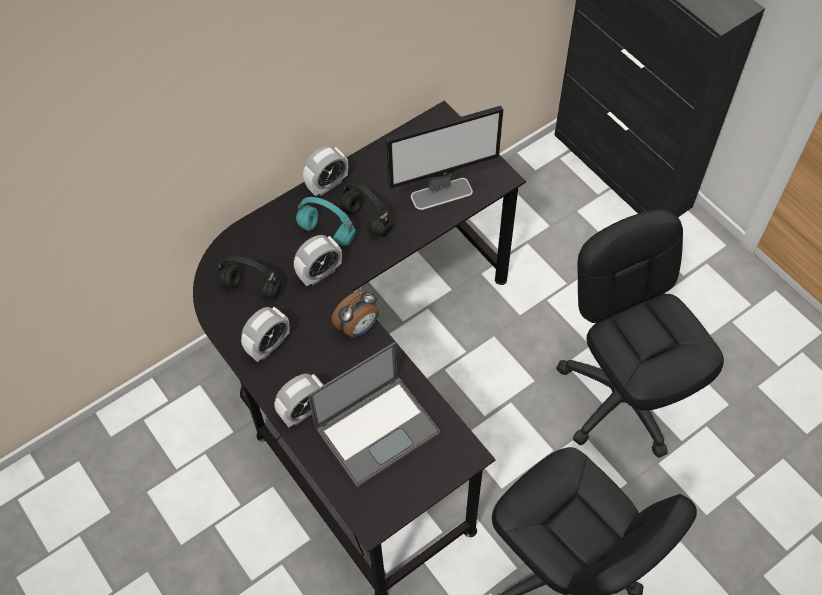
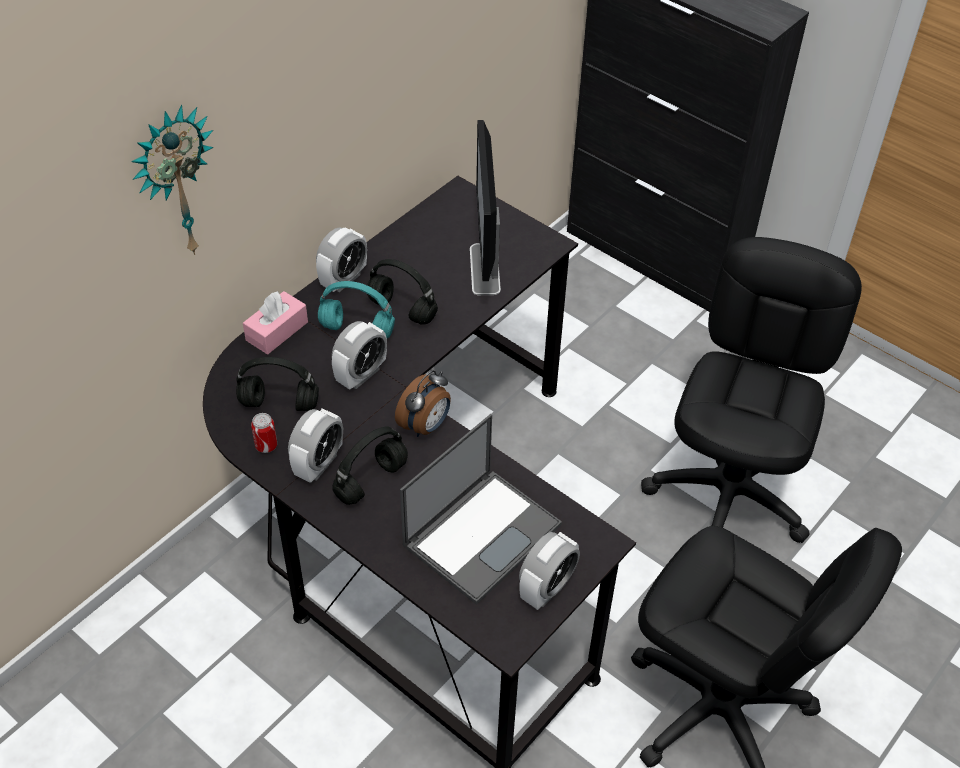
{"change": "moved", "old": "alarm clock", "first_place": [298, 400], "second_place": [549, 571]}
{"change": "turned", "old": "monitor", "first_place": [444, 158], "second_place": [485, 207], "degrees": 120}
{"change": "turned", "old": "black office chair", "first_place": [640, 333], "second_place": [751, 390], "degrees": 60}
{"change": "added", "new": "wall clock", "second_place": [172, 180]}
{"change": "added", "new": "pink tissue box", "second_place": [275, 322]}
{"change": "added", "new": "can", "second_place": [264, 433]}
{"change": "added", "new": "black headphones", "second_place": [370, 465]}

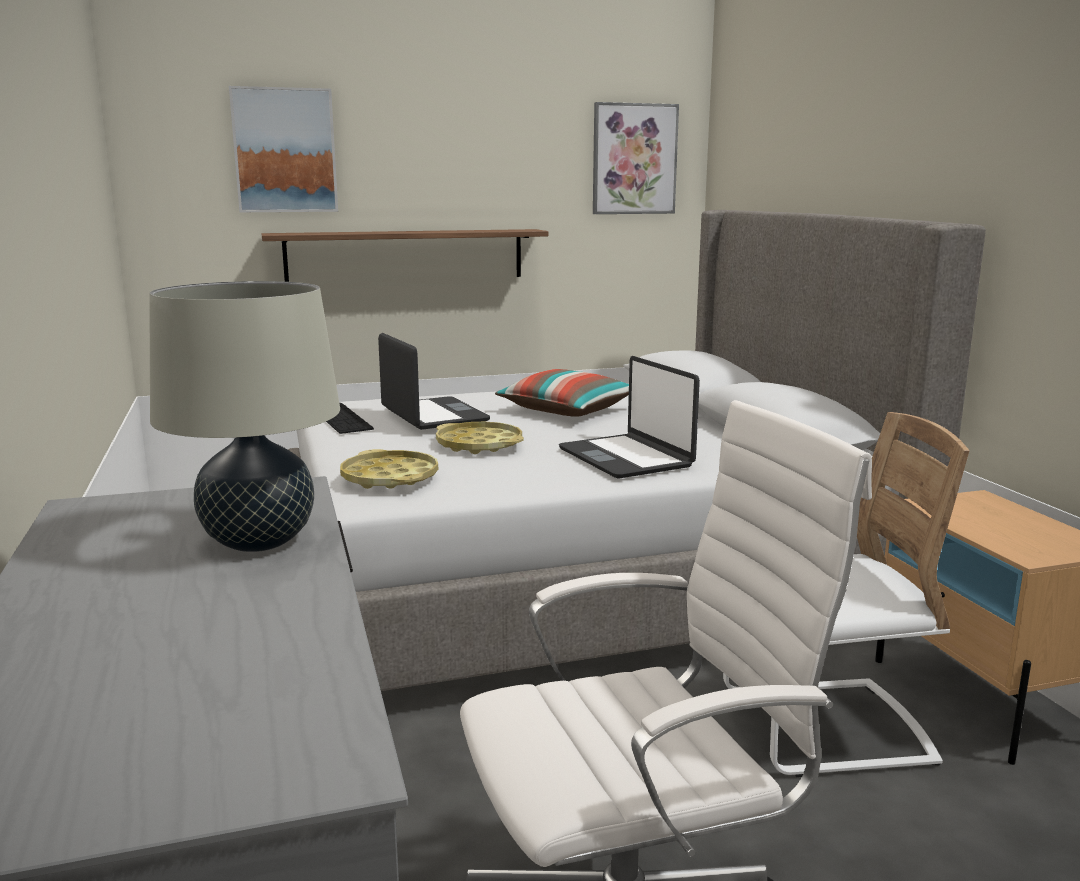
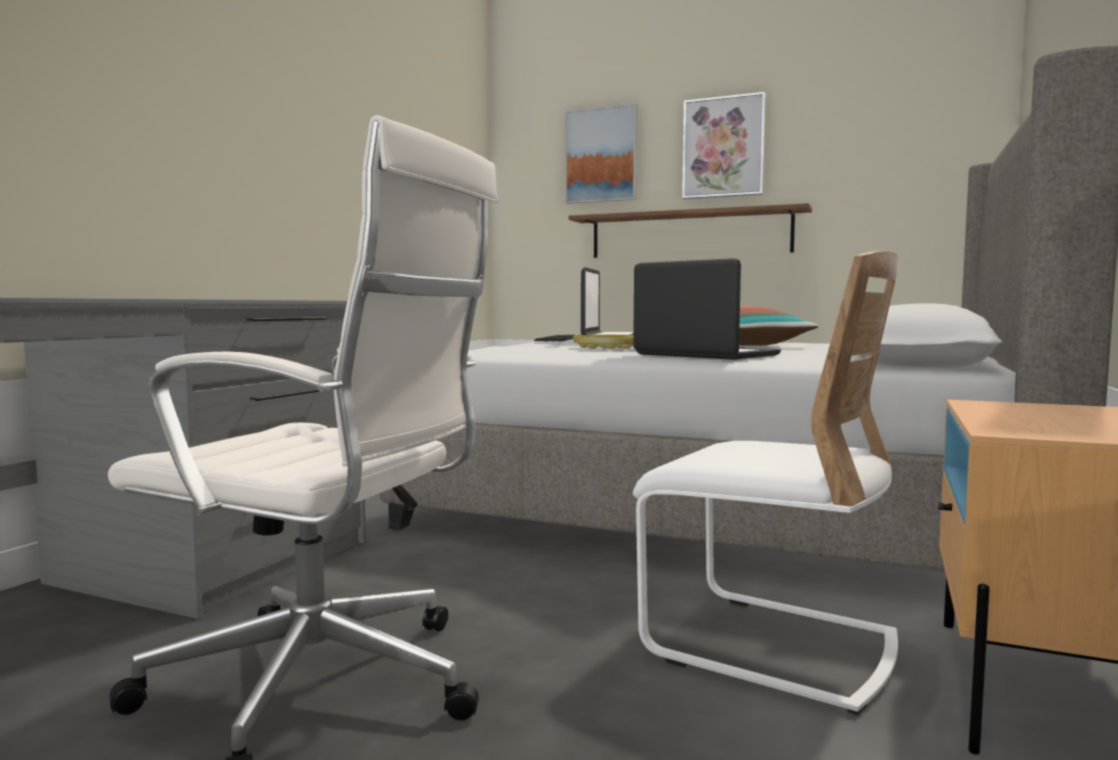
{"change": "removed", "old": "beige table lamp", "first_place": [244, 416]}
{"change": "removed", "old": "yellow tray", "first_place": [389, 469]}
{"change": "turned", "old": "laptop", "first_place": [629, 417], "second_place": [707, 309], "degrees": 120}
{"change": "moved", "old": "picture", "first_place": [636, 158], "second_place": [724, 145]}

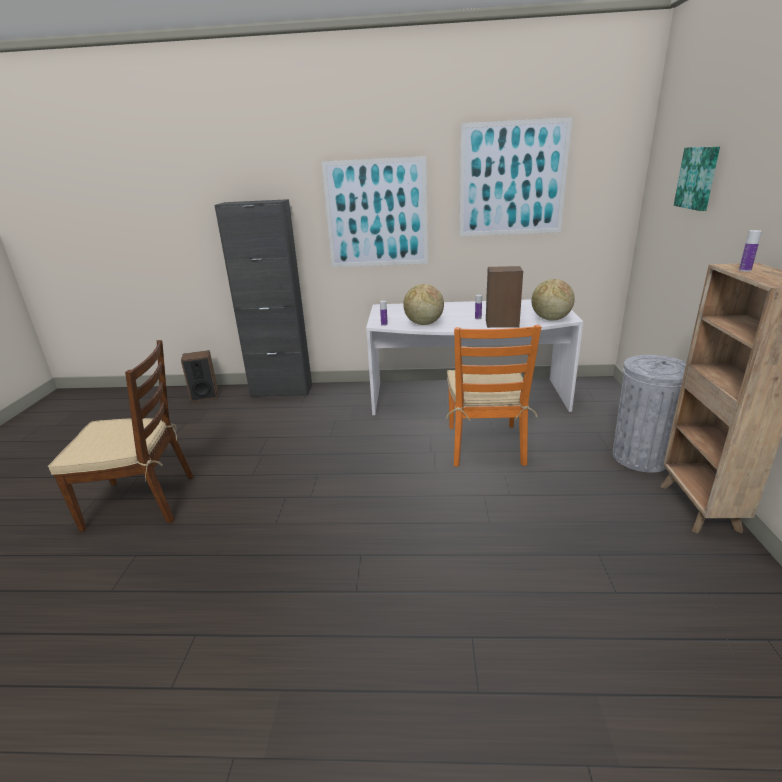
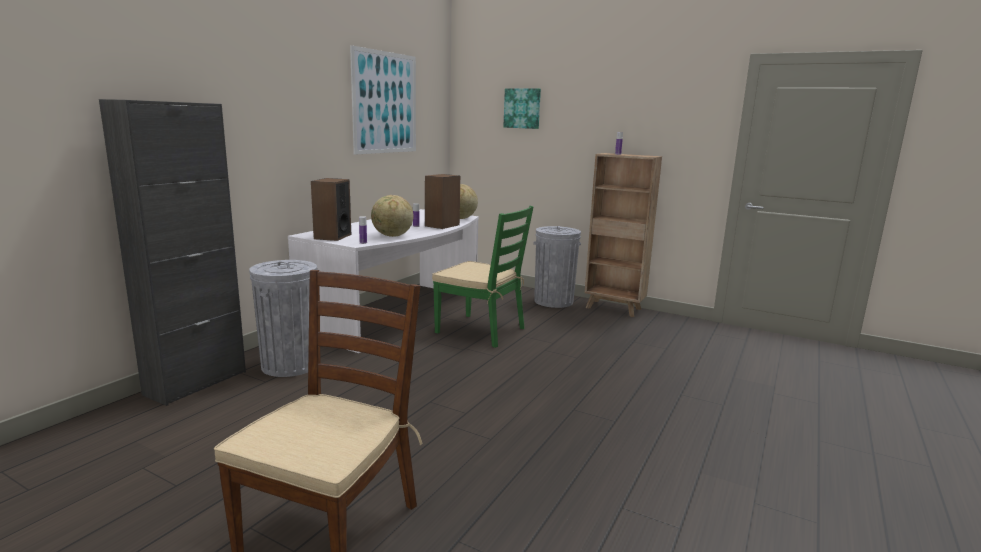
{"change": "moved", "old": "speaker", "first_place": [199, 376], "second_place": [331, 209]}
{"change": "removed", "old": "picture", "first_place": [375, 211]}
{"change": "recoloured", "old": "orange chair", "new": "green chair", "first_place": [493, 396], "second_place": [483, 277]}
{"change": "added", "new": "grey trash can", "second_place": [283, 318]}

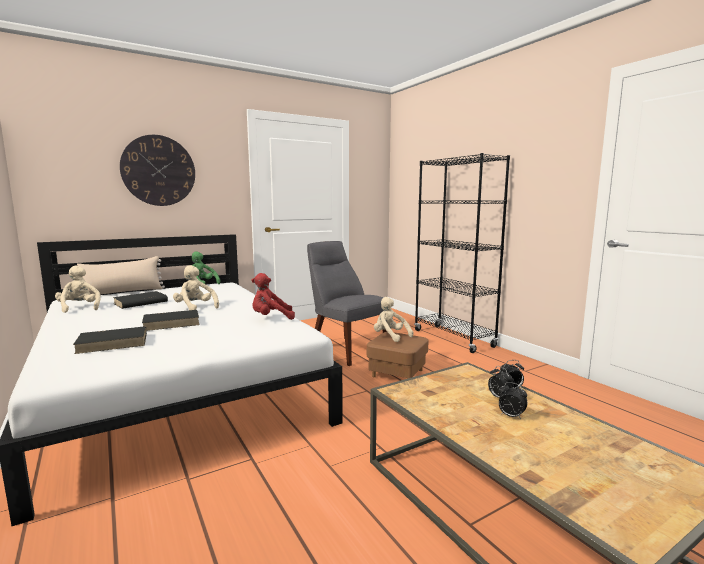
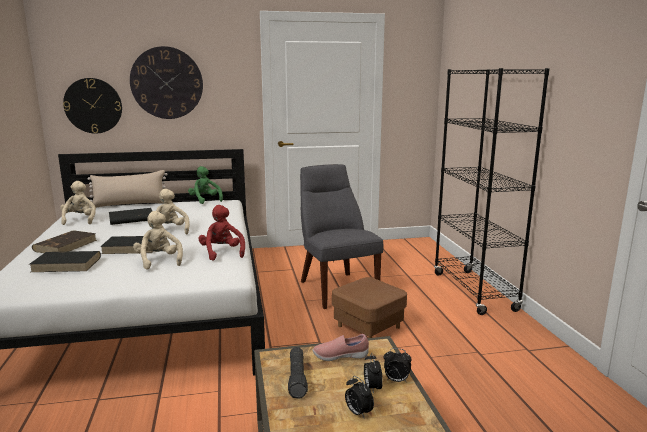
{"change": "turned", "old": "red plush toy", "first_place": [273, 296], "second_place": [222, 233], "degrees": 60}
{"change": "moved", "old": "beige plush toy", "first_place": [393, 319], "second_place": [158, 240]}
{"change": "added", "new": "brown book", "second_place": [64, 241]}
{"change": "added", "new": "wall clock", "second_place": [92, 106]}
{"change": "added", "new": "black flashlight", "second_place": [298, 373]}
{"change": "added", "new": "pink shoe", "second_place": [340, 347]}

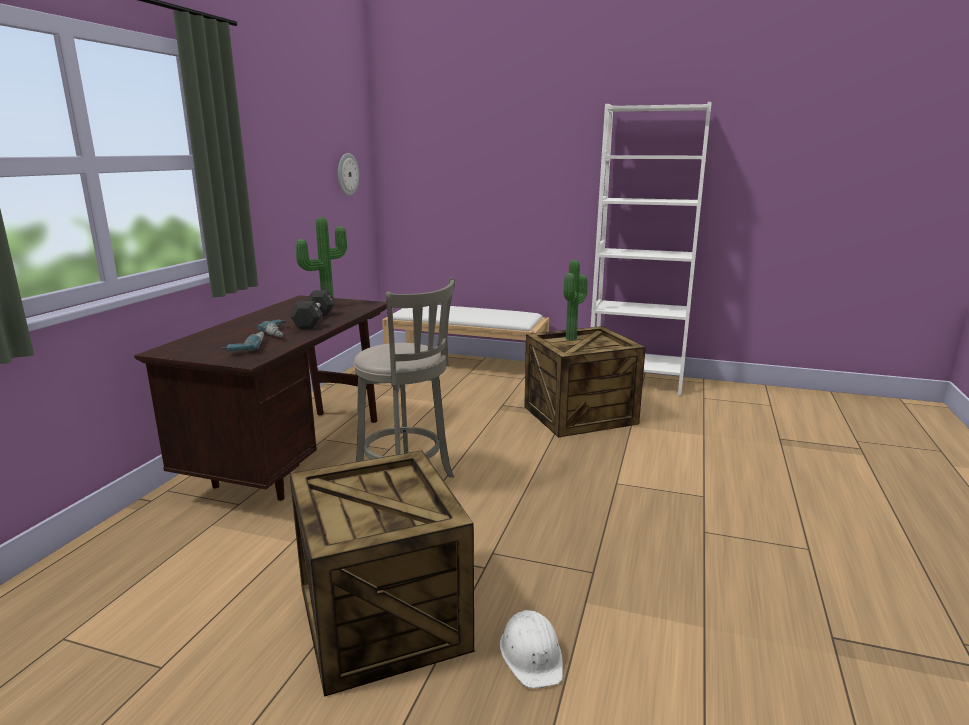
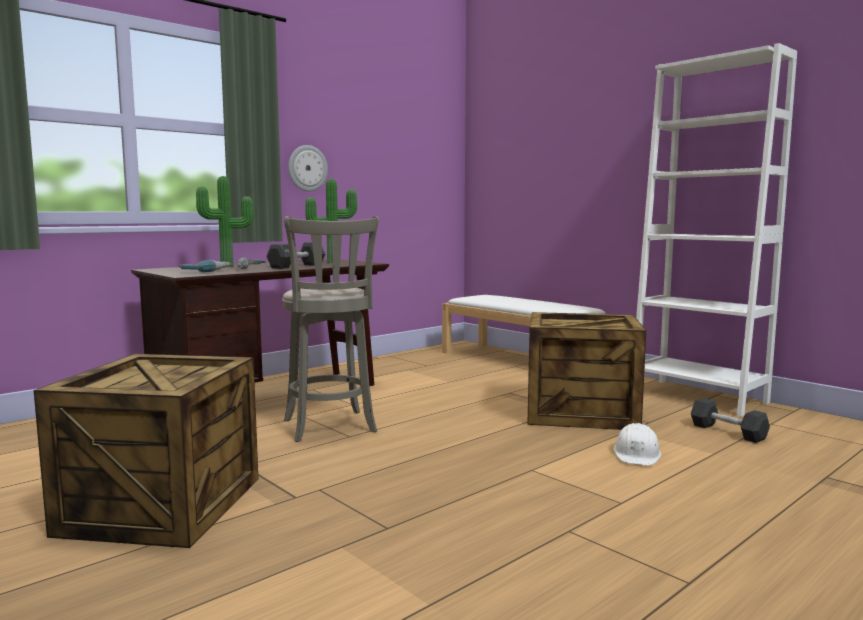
{"change": "moved", "old": "wall clock", "first_place": [348, 174], "second_place": [308, 168]}
{"change": "moved", "old": "white hard hat", "first_place": [531, 649], "second_place": [637, 444]}
{"change": "moved", "old": "potted plant", "first_place": [575, 300], "second_place": [225, 221]}
{"change": "added", "new": "black dumbbell", "second_place": [730, 420]}

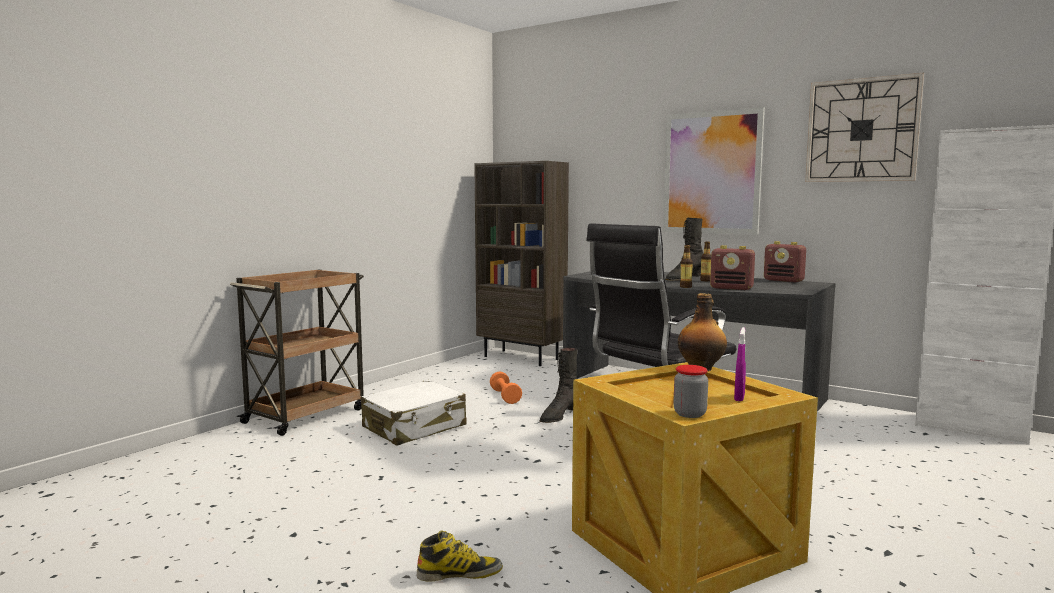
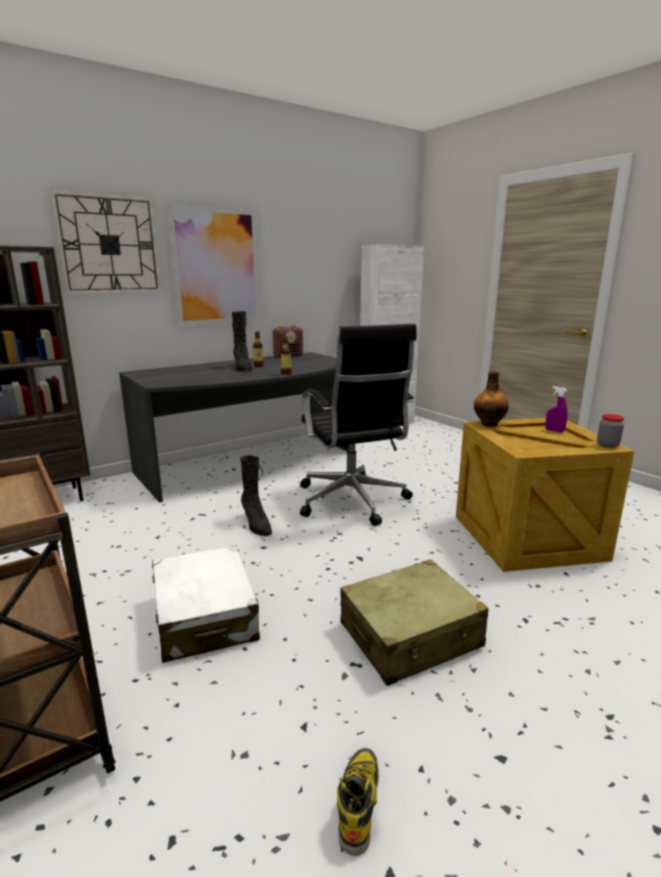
{"change": "moved", "old": "boot", "first_place": [460, 556], "second_place": [358, 801]}
{"change": "removed", "old": "orange dumbbell", "first_place": [506, 387]}
{"change": "removed", "old": "radio", "first_place": [732, 267]}
{"change": "moved", "old": "wall clock", "first_place": [864, 127], "second_place": [106, 242]}
{"change": "added", "new": "beige suitcase", "second_place": [414, 622]}

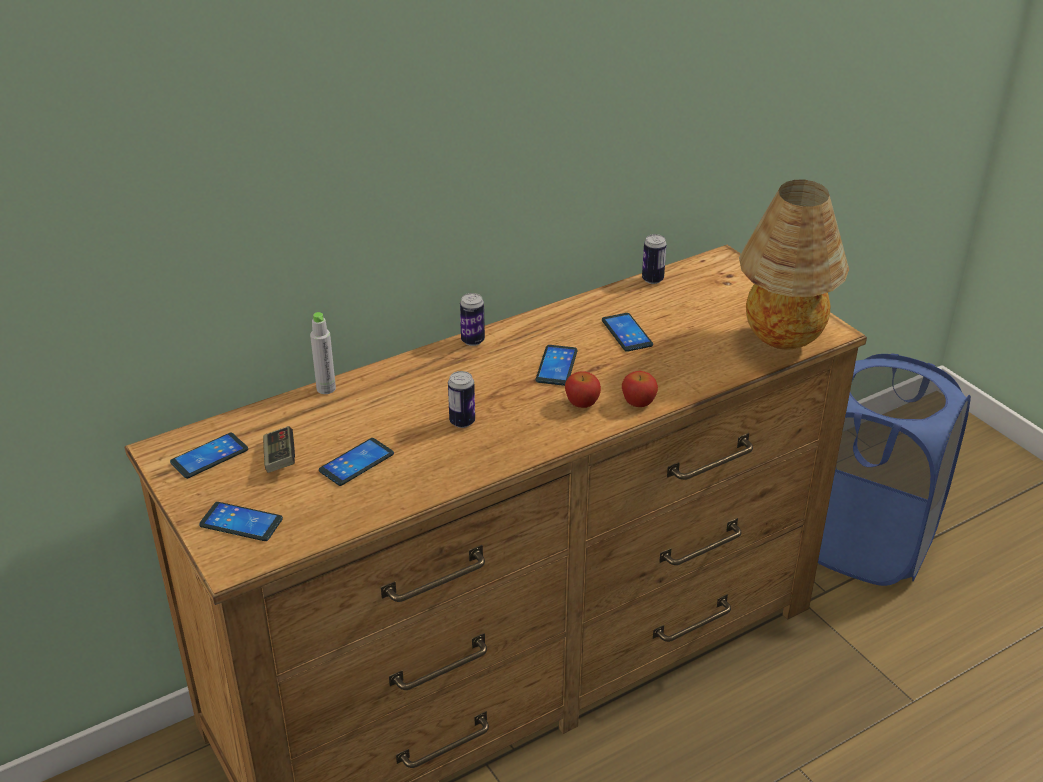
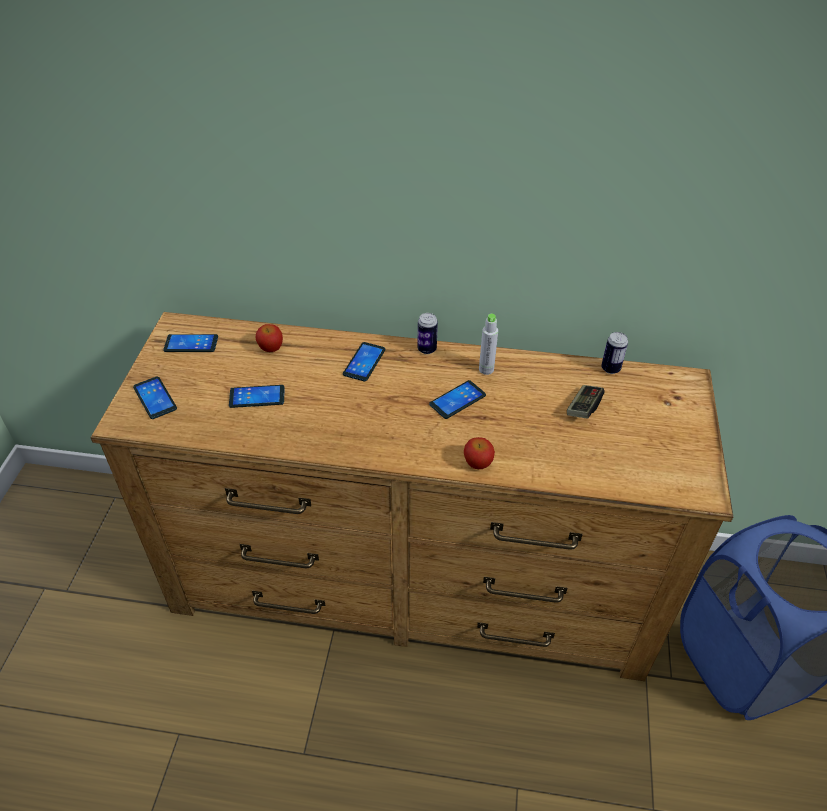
{"change": "moved", "old": "game controller", "first_place": [279, 449], "second_place": [586, 402]}
{"change": "moved", "old": "grey bottle", "first_place": [323, 353], "second_place": [488, 344]}
{"change": "removed", "old": "can", "first_place": [461, 399]}
{"change": "moved", "old": "apple", "first_place": [583, 389], "second_place": [269, 338]}
{"change": "moved", "old": "phone", "first_place": [627, 332], "second_place": [364, 361]}
{"change": "removed", "old": "table lamp", "first_place": [794, 265]}

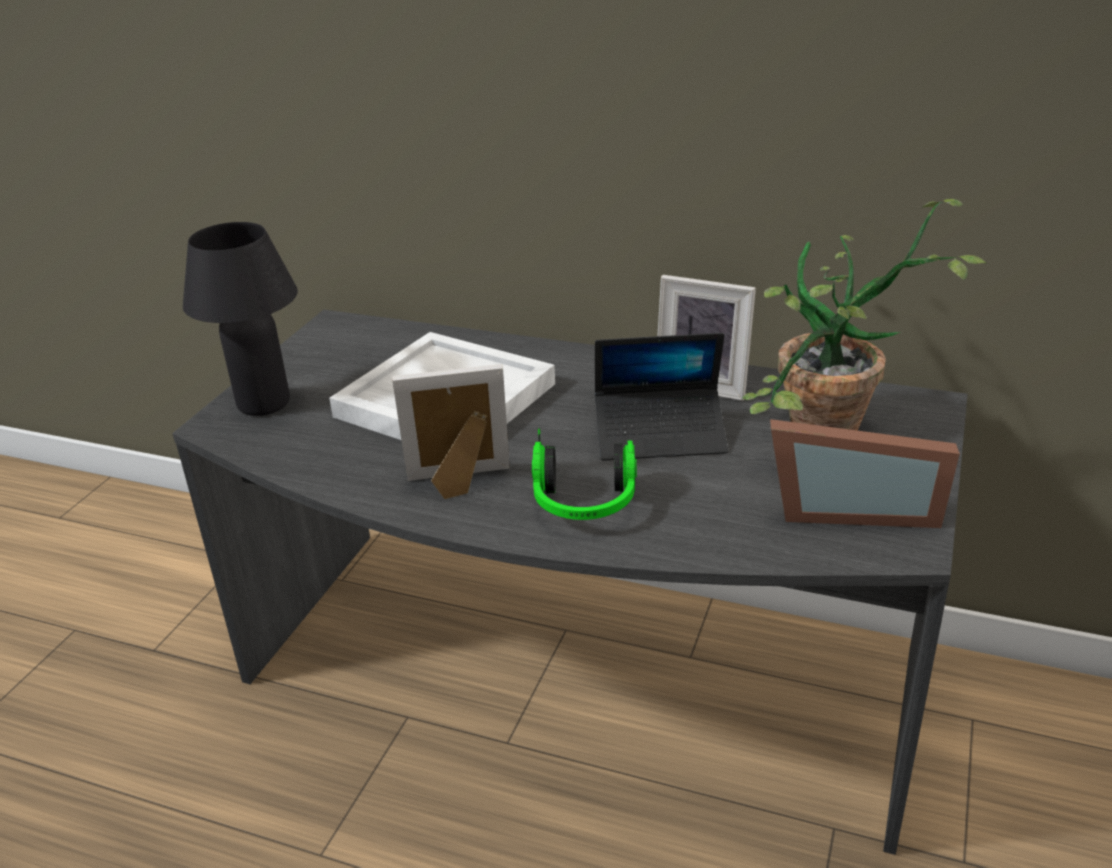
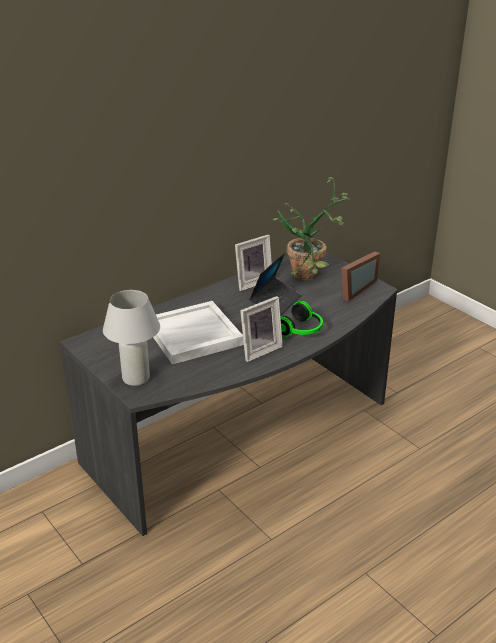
{"change": "recoloured", "old": "black table lamp", "new": "white table lamp", "first_place": [240, 319], "second_place": [131, 338]}
{"change": "turned", "old": "picture frame", "first_place": [451, 431], "second_place": [261, 329], "degrees": -150}

